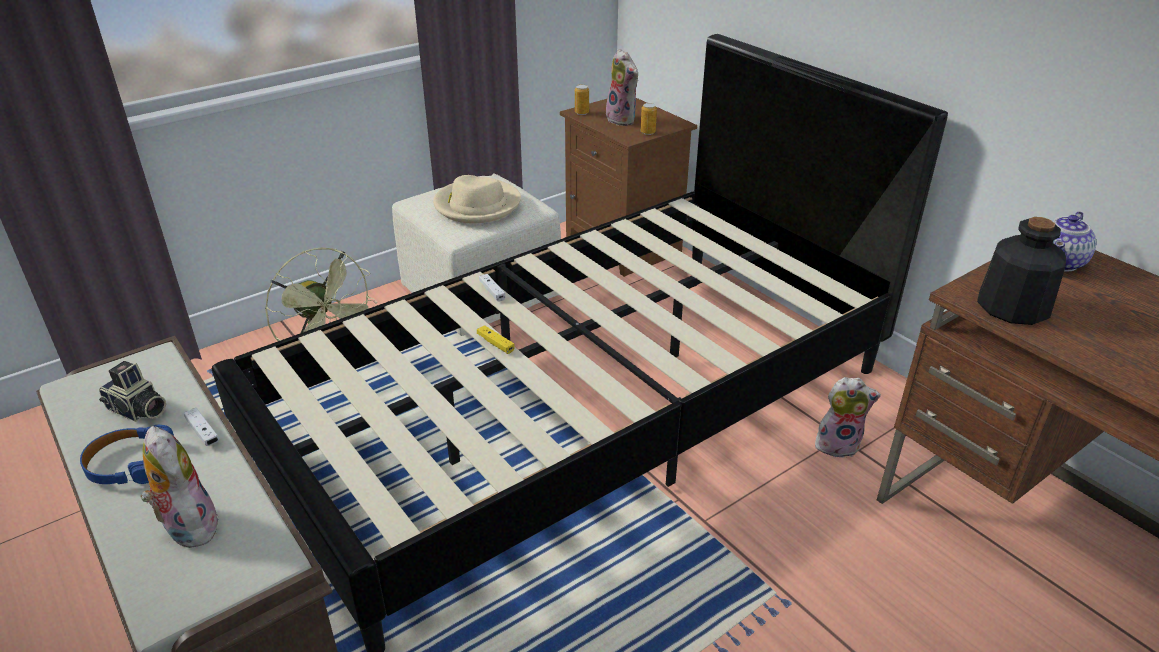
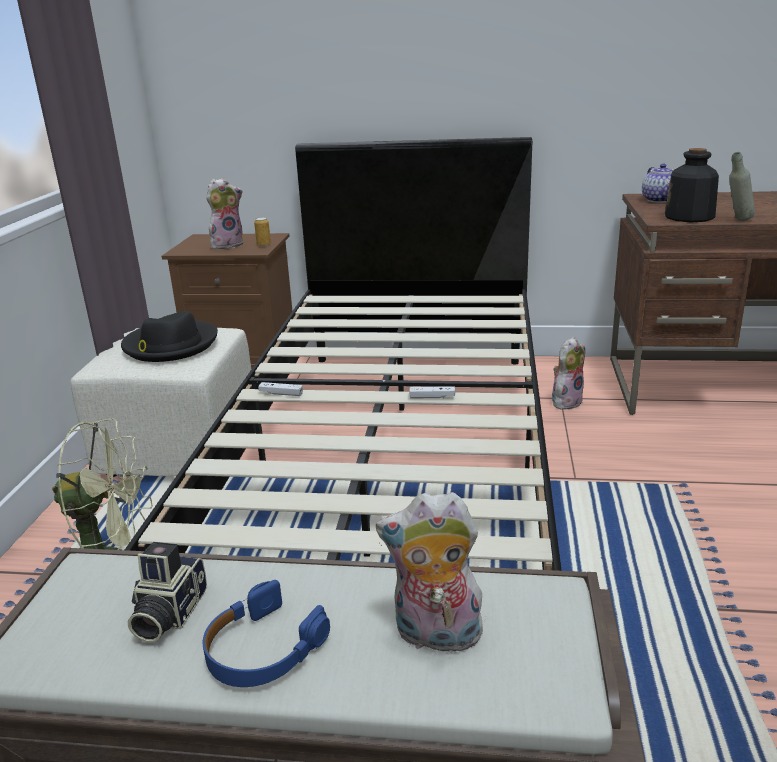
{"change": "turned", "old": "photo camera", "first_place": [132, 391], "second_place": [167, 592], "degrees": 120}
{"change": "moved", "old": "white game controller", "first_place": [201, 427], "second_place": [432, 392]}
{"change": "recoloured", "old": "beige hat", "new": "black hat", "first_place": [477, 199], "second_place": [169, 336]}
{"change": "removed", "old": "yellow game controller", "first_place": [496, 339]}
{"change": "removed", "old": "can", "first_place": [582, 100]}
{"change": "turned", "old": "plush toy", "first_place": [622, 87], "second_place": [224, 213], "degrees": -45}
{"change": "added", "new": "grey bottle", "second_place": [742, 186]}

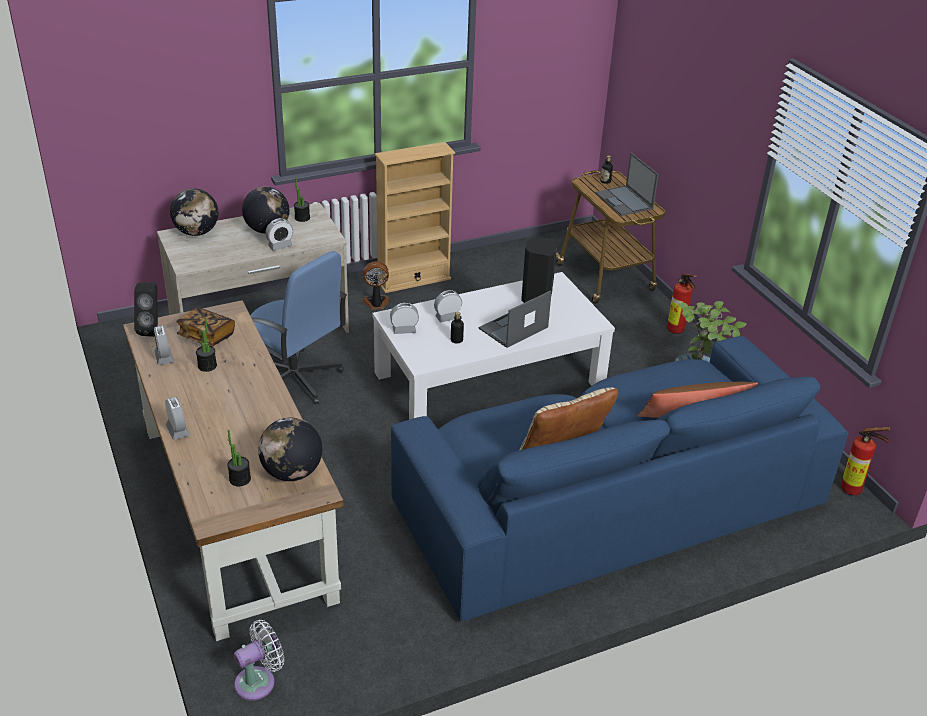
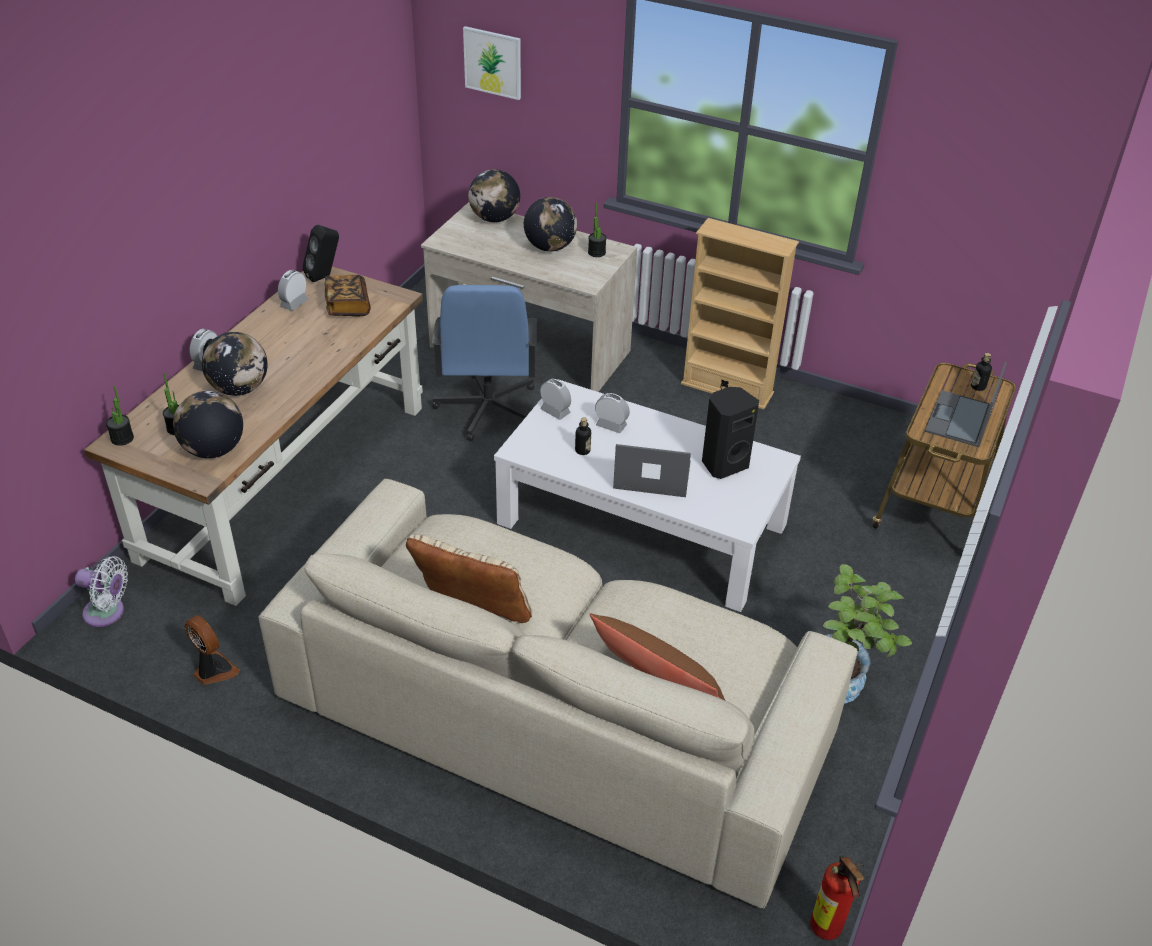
{"change": "moved", "old": "potted plant", "first_place": [206, 344], "second_place": [120, 416]}
{"change": "removed", "old": "alarm clock", "first_place": [279, 234]}
{"change": "moved", "old": "fan", "first_place": [376, 285], "second_place": [212, 650]}
{"change": "recoloured", "old": "blue sofa", "new": "beige sofa", "first_place": [620, 478], "second_place": [558, 693]}
{"change": "removed", "old": "fire extinguisher", "first_place": [682, 304]}
{"change": "added", "new": "globe", "second_place": [235, 364]}
{"change": "added", "new": "picture", "second_place": [492, 63]}

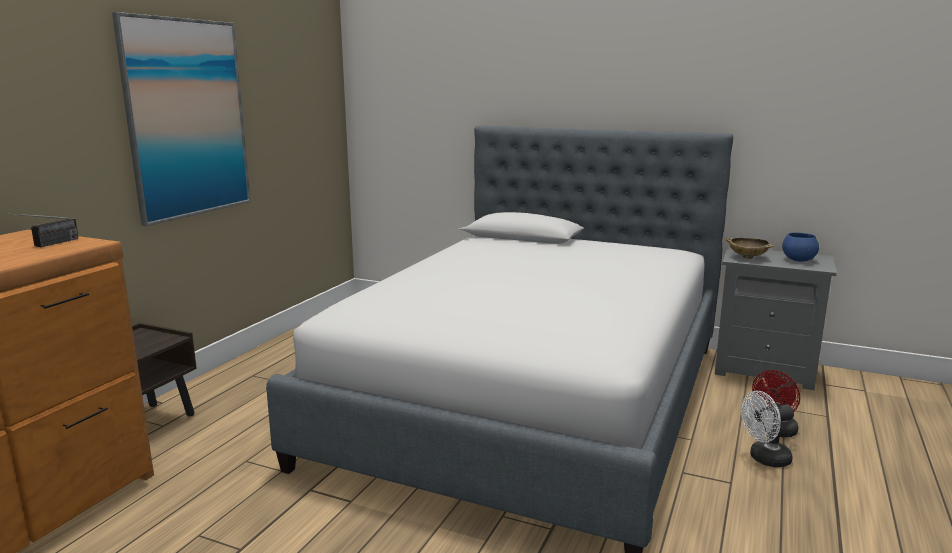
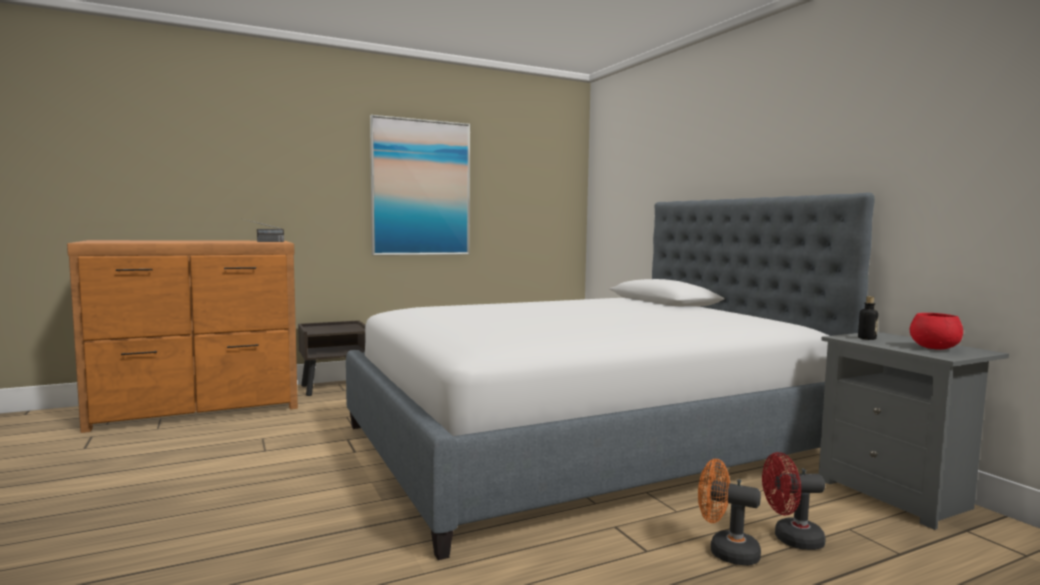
{"change": "replaced", "old": "beige bowl", "new": "bottle", "first_place": [750, 248], "second_place": [868, 318]}
{"change": "recoloured", "old": "white fan", "new": "orange fan", "first_place": [767, 429], "second_place": [729, 512]}
{"change": "recoloured", "old": "blue bowl", "new": "red bowl", "first_place": [800, 246], "second_place": [936, 331]}

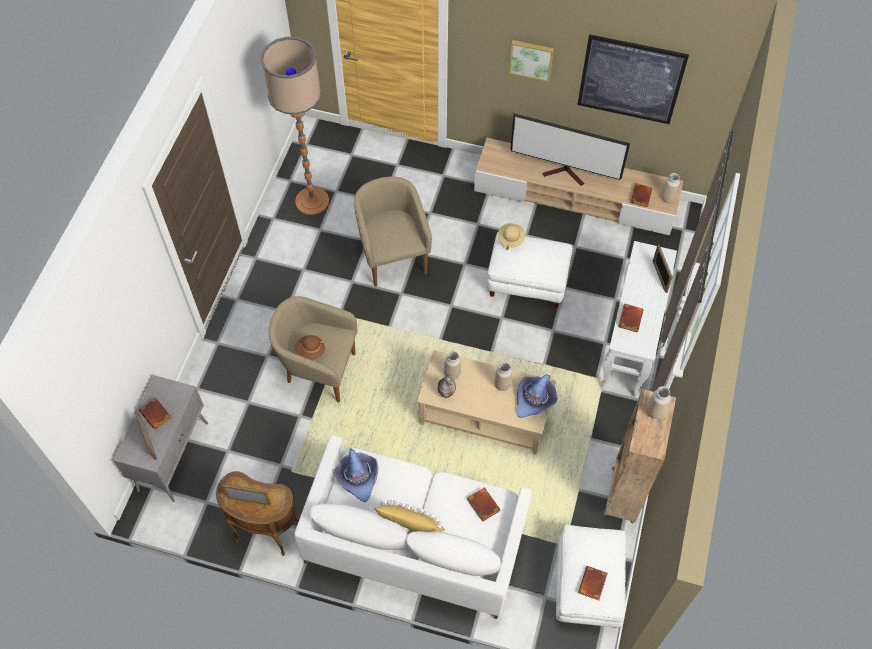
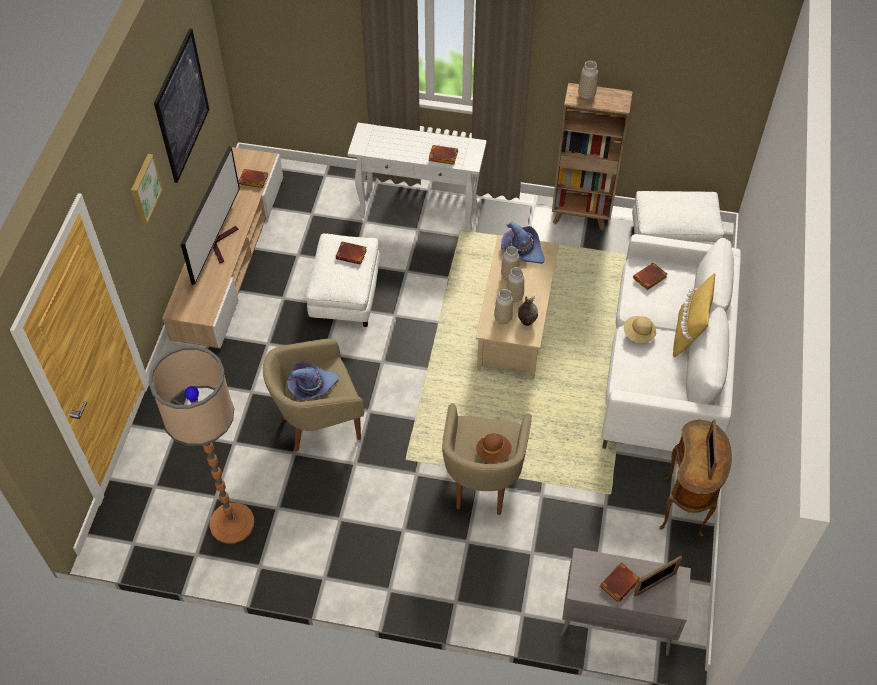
{"change": "moved", "old": "purple hat", "first_place": [356, 475], "second_place": [313, 381]}
{"change": "moved", "old": "beige hat", "first_place": [512, 236], "second_place": [640, 329]}
{"change": "moved", "old": "brown book", "first_place": [593, 583], "second_place": [351, 253]}
{"change": "removed", "old": "picture frame", "first_place": [663, 269]}
{"change": "moved", "old": "vase", "first_place": [670, 188], "second_place": [515, 284]}

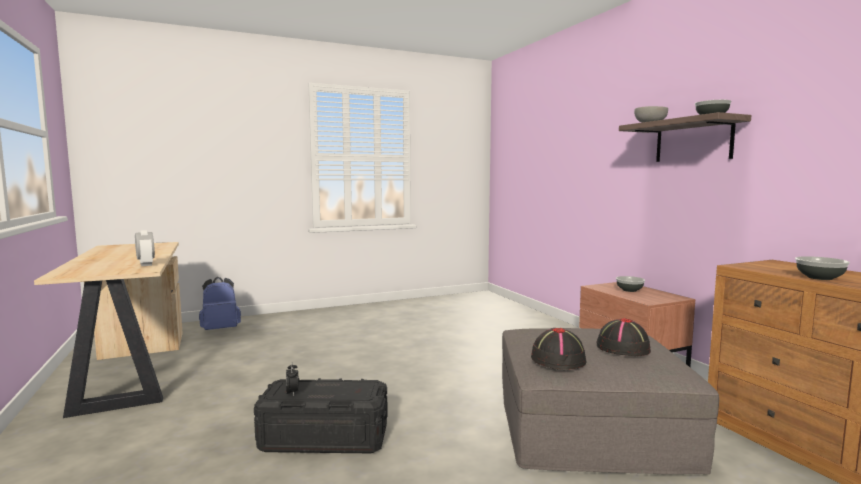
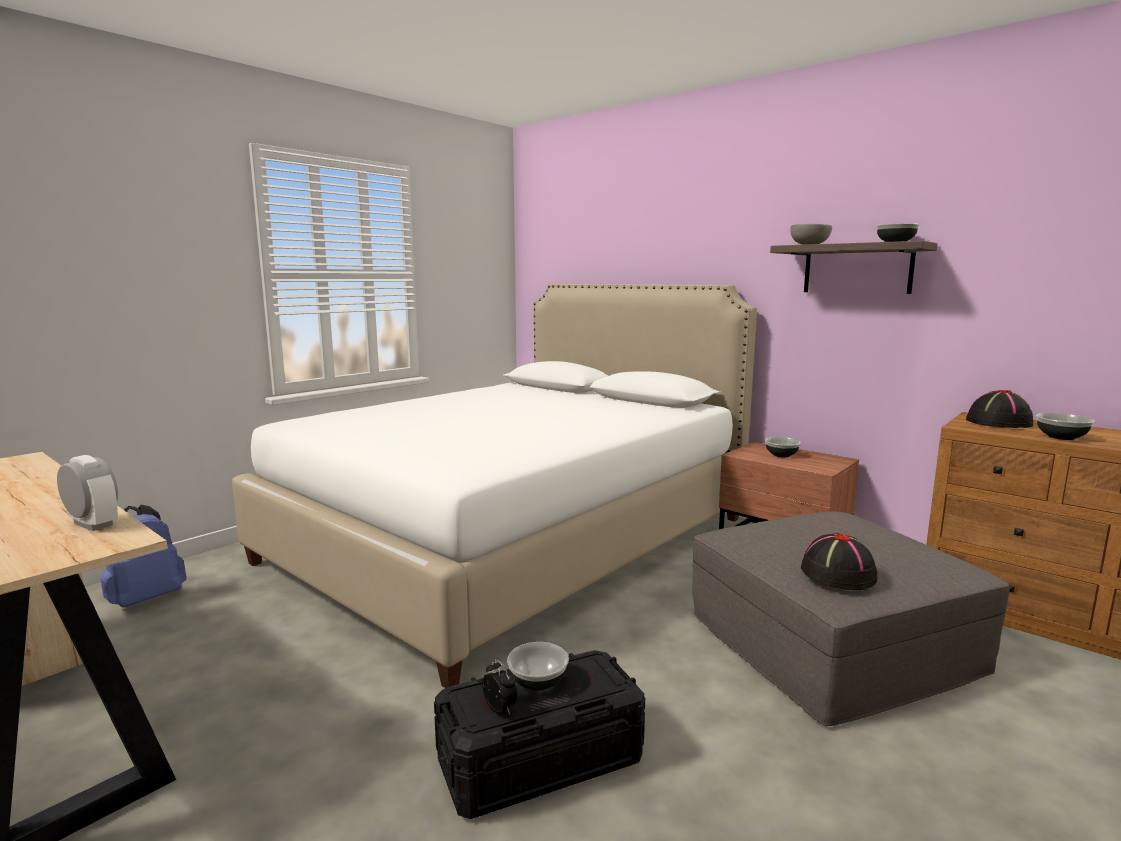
{"change": "moved", "old": "black hat", "first_place": [623, 337], "second_place": [999, 409]}
{"change": "added", "new": "white bed", "second_place": [494, 486]}
{"change": "added", "new": "bowl", "second_place": [538, 666]}

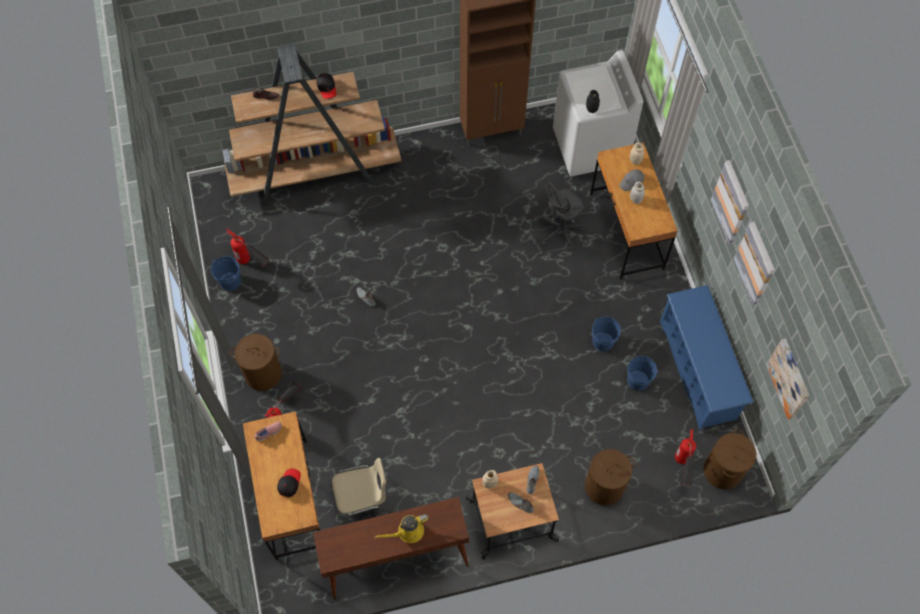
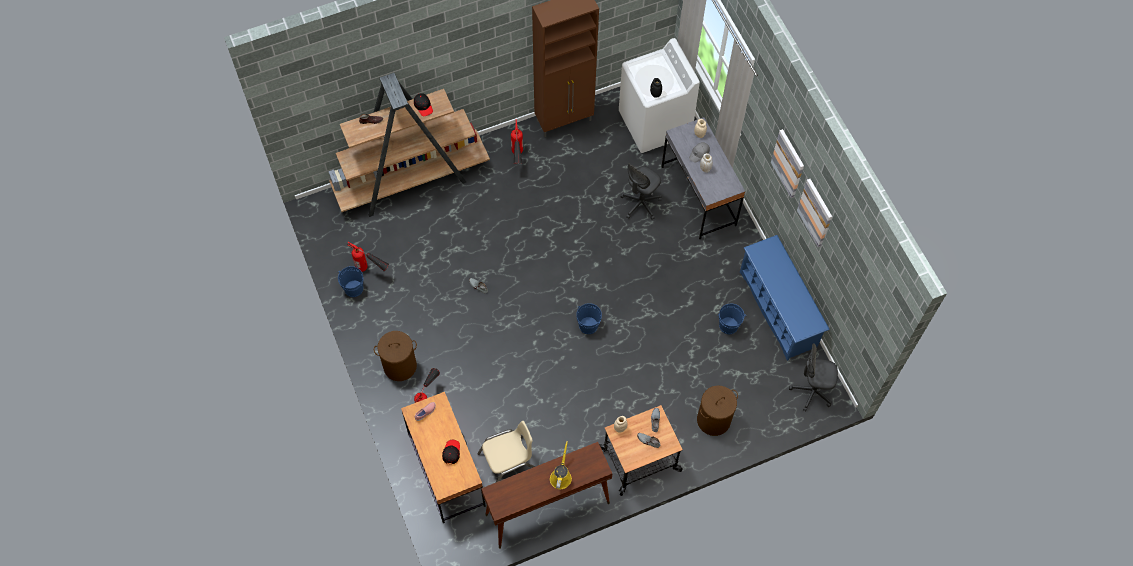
{"change": "turned", "old": "yellow watering can", "first_place": [402, 528], "second_place": [561, 465], "degrees": 135}
{"change": "recoloured", "old": "brown desk", "new": "grey desk", "first_place": [634, 210], "second_place": [703, 178]}
{"change": "moved", "old": "blue bucket", "first_place": [606, 334], "second_place": [589, 318]}
{"change": "moved", "old": "fire extinguisher", "first_place": [685, 457], "second_place": [517, 141]}
{"change": "replaced", "old": "brown laundry basket", "new": "grey office chair", "first_place": [730, 459], "second_place": [813, 377]}
{"change": "removed", "old": "picture", "first_place": [787, 379]}

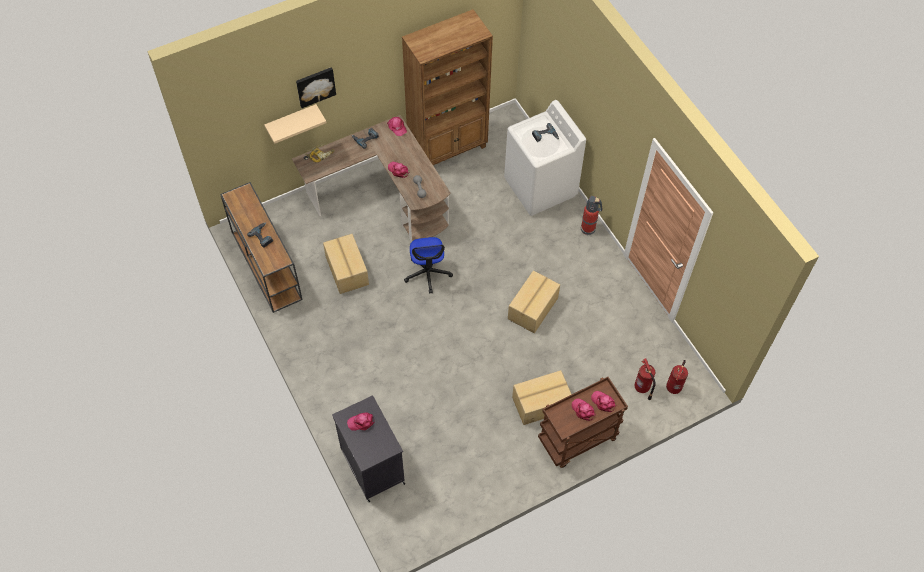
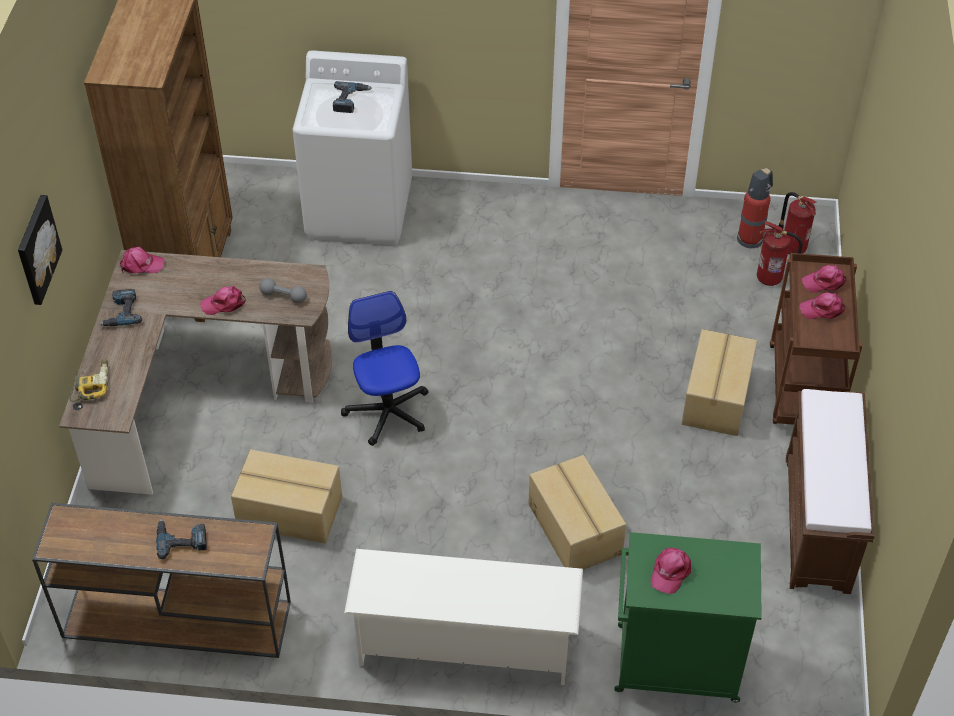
{"change": "removed", "old": "beige shelf", "first_place": [295, 124]}
{"change": "recoloured", "old": "black cabinet", "new": "green cabinet", "first_place": [368, 448], "second_place": [688, 617]}
{"change": "turned", "old": "office chair", "first_place": [428, 265], "second_place": [385, 368], "degrees": -135}
{"change": "moved", "old": "cardboard box", "first_place": [534, 301], "second_place": [577, 512]}
{"change": "moved", "old": "fire extinguisher", "first_place": [592, 215], "second_place": [755, 208]}
{"change": "added", "new": "white shoe rack", "second_place": [463, 617]}
{"change": "added", "new": "brown bench", "second_place": [830, 491]}

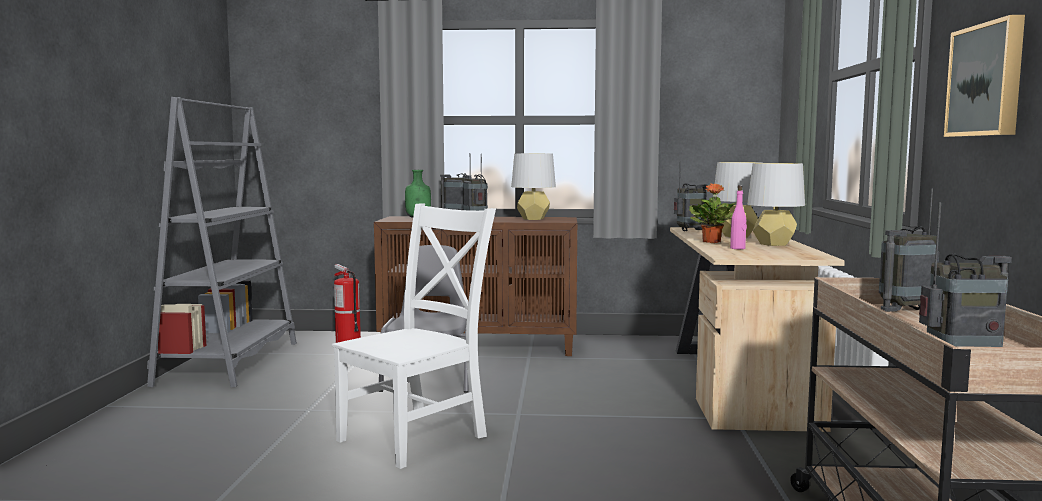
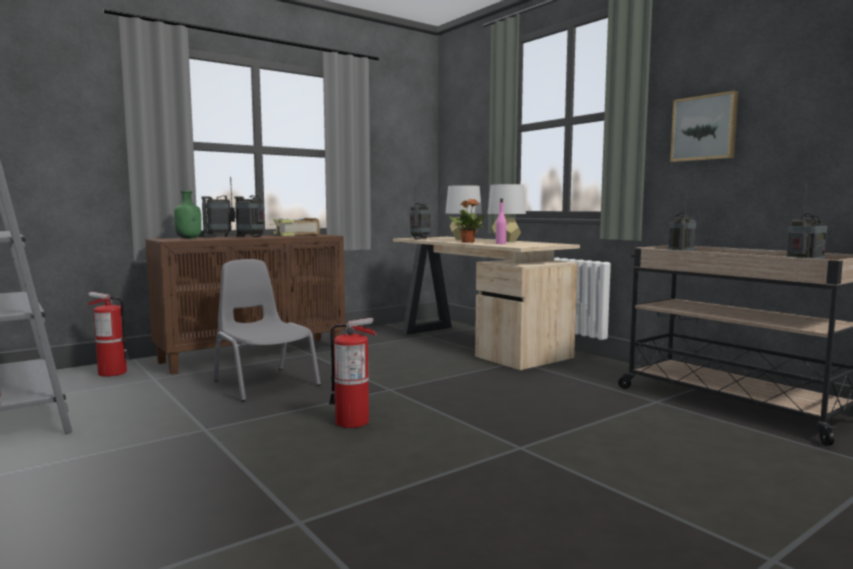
{"change": "replaced", "old": "white chair", "new": "fire extinguisher", "first_place": [414, 336], "second_place": [352, 373]}
{"change": "replaced", "old": "grey table lamp", "new": "book", "first_place": [533, 186], "second_place": [295, 227]}

